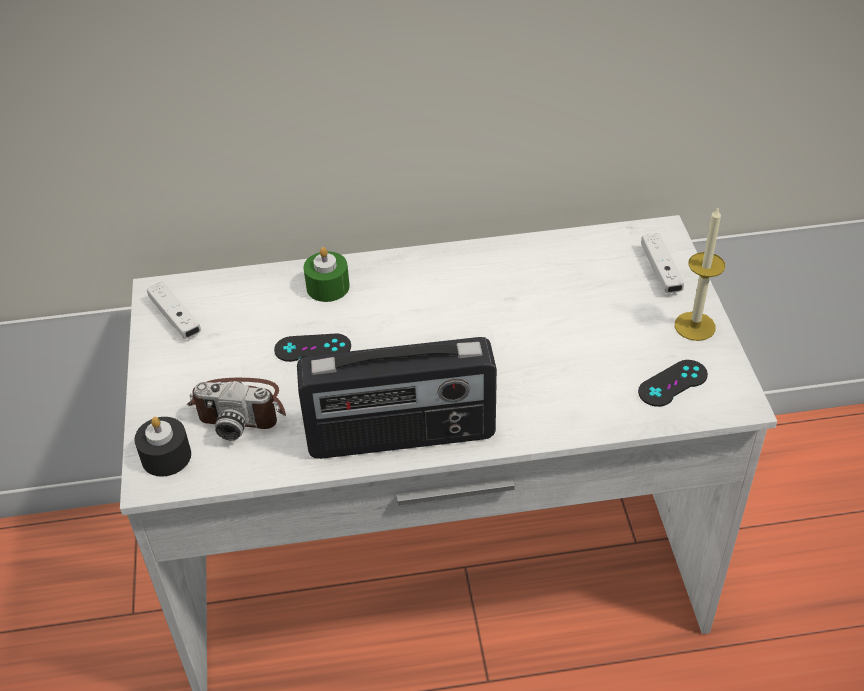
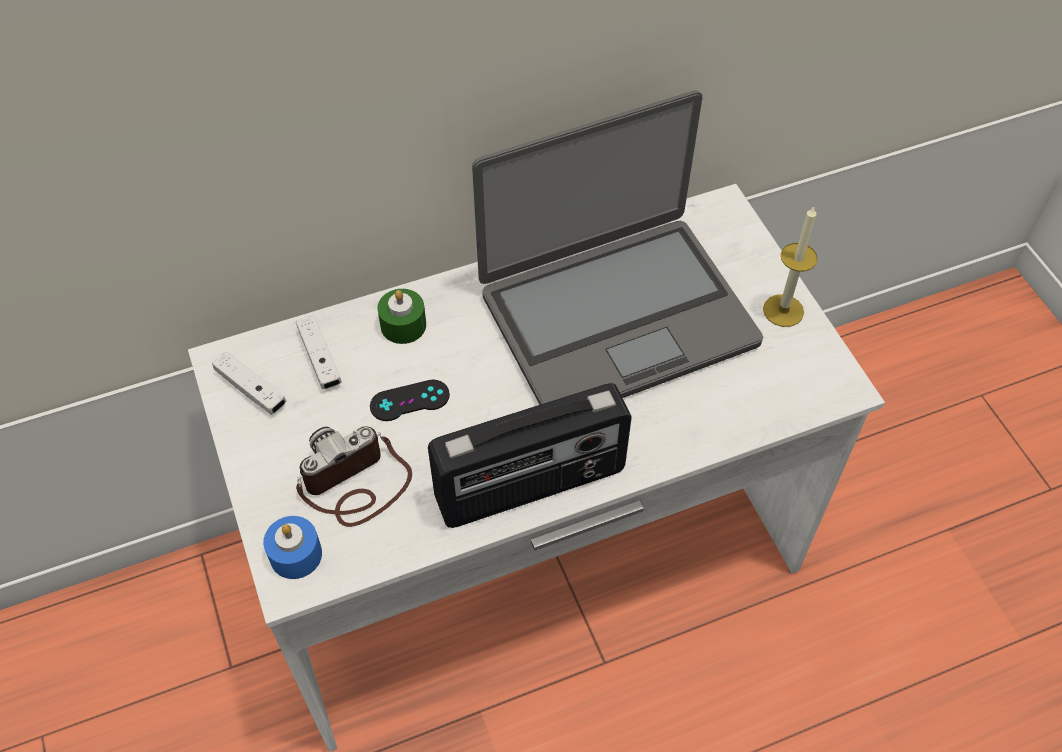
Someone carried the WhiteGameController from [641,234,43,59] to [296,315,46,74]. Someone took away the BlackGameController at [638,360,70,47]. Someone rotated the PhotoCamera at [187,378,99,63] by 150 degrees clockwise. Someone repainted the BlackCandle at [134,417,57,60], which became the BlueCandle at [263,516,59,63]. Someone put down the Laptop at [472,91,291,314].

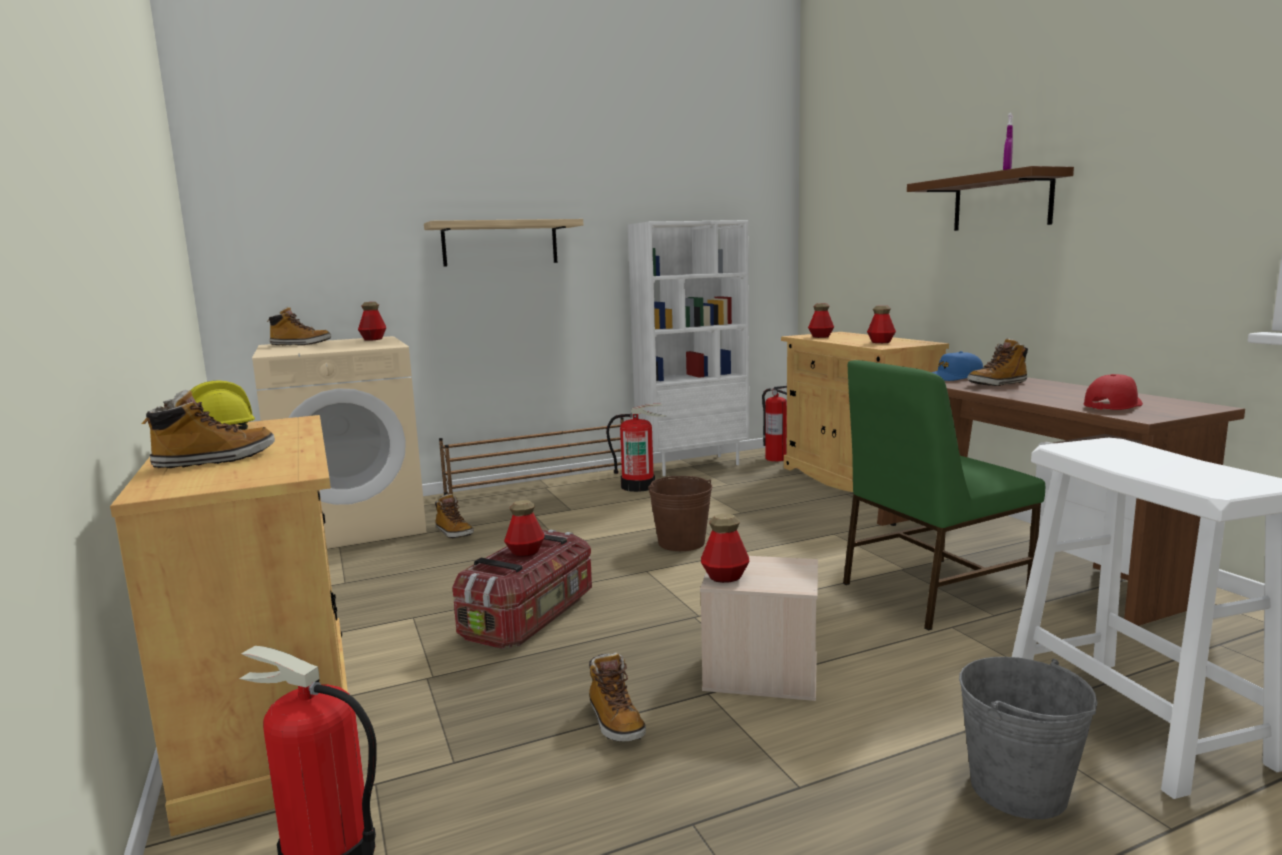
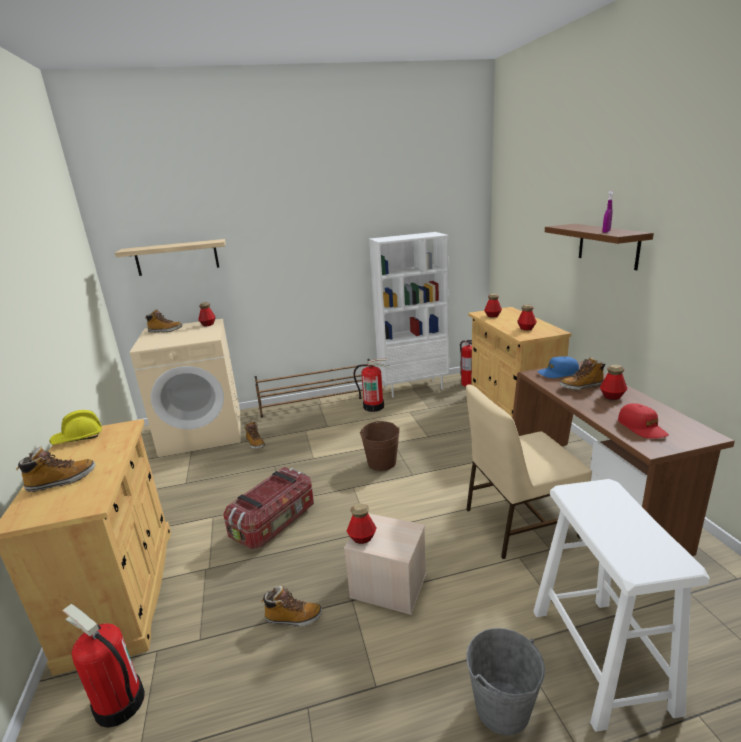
Someone carried the Shelf from [424,219,159,48] to [115,239,111,37]. Someone repainted the GreenChair at [843,360,202,271], which became the BeigeChair at [466,384,126,175]. Someone rotated the RedCap at [1084,374,59,36] by 105 degrees clockwise. Someone carried the Bottle from [504,500,41,57] to [600,365,27,35]. Someone rotated the Boot at [589,652,57,90] by 75 degrees counterclockwise.

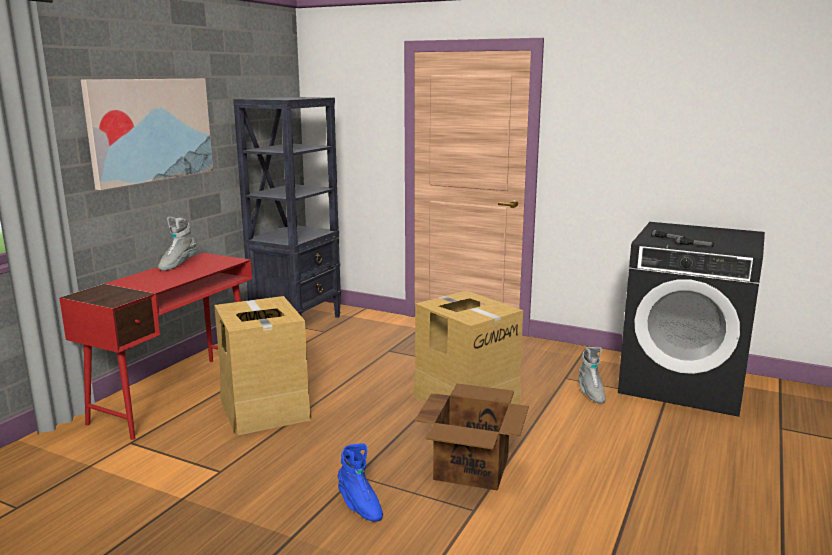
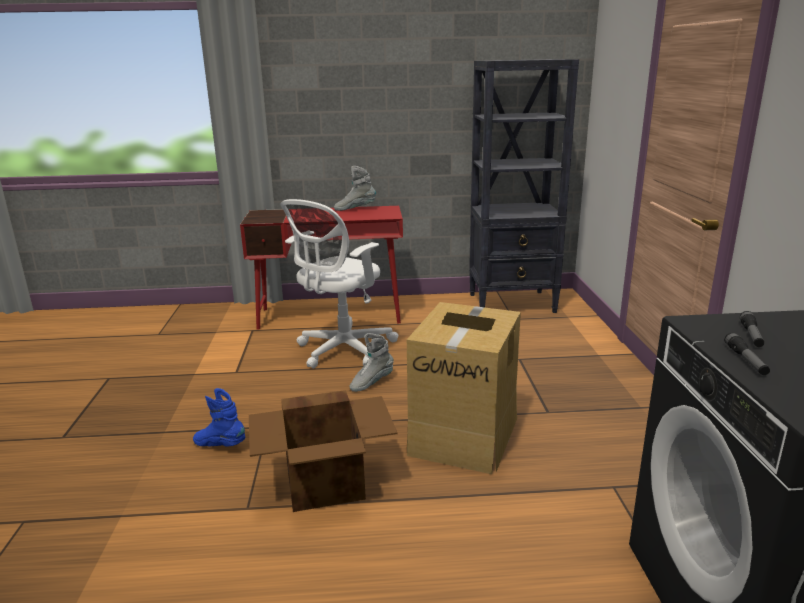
Someone took away the Picture at [81,79,132,111]. Someone swapped the CardboardBox at [214,296,97,139] for the WhiteOfficeChair at [280,199,118,170]. Someone carried the GreyBoot from [578,347,28,57] to [349,333,45,59]. Someone rotated the BlueBoot at [337,443,46,78] by 90 degrees clockwise.

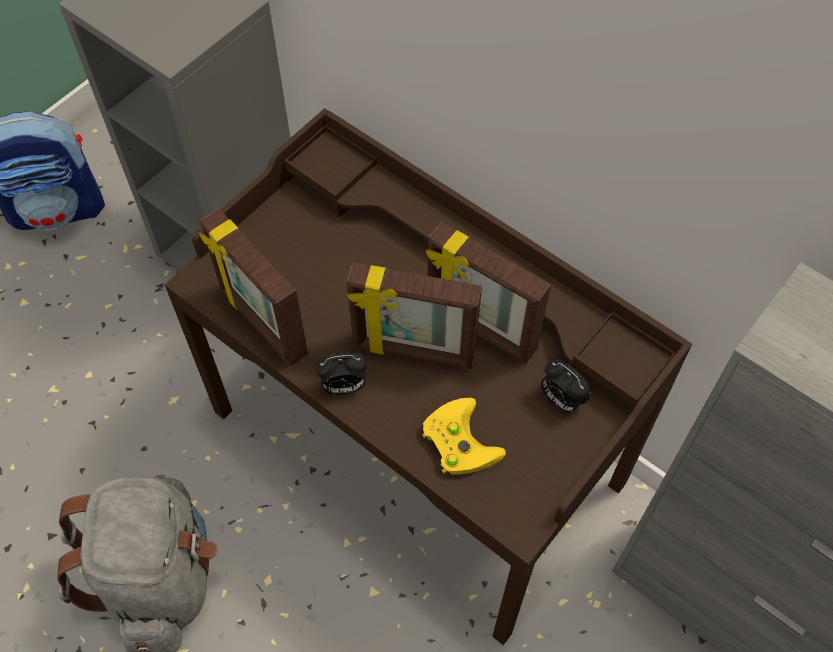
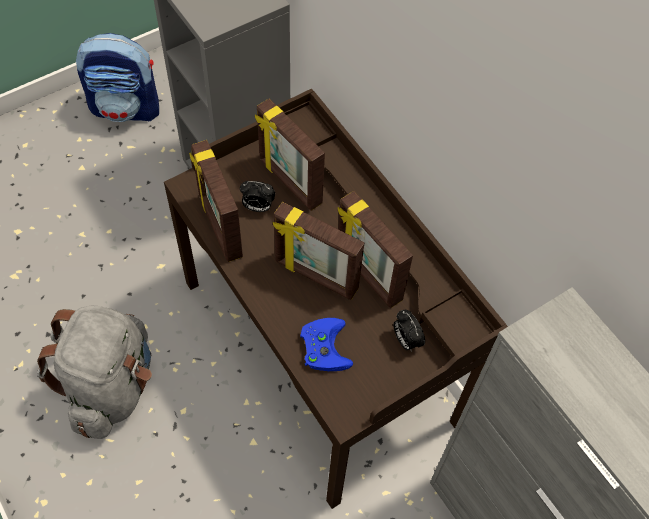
Someone carried the AlarmClock from [315,352,51,43] to [240,181,35,31]. Someone repainted the YellowGameController at [422,398,84,77], which became the BlueGameController at [300,318,53,53]. Someone put down the PictureFrame at [255,99,70,112].

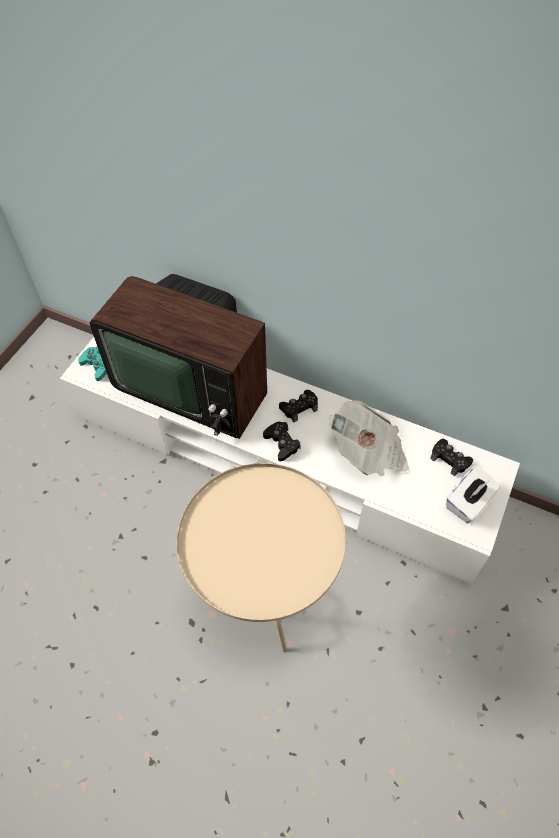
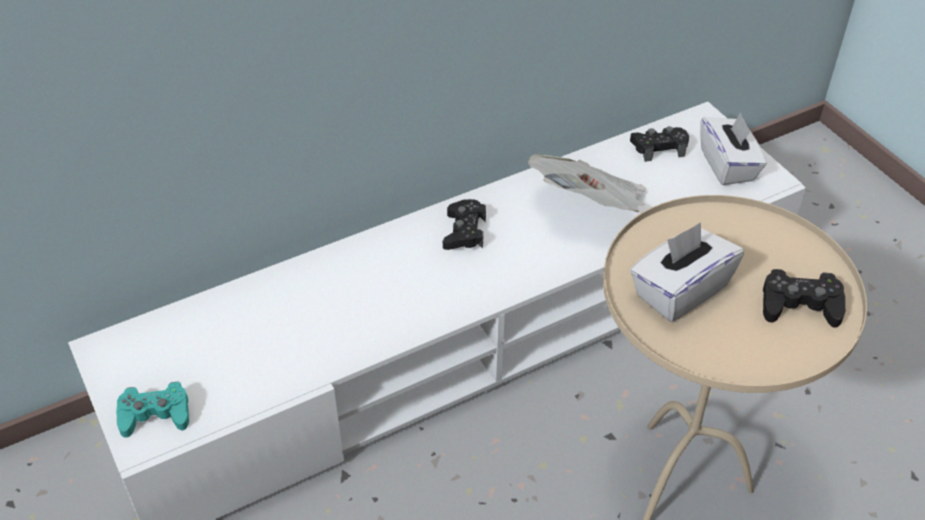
Someone took away the Television at [90,274,177,165]. Someone carried the BlackGameController from [263,422,38,39] to [763,269,82,59]. Someone put down the WhiteTissueBox at [630,222,114,100].

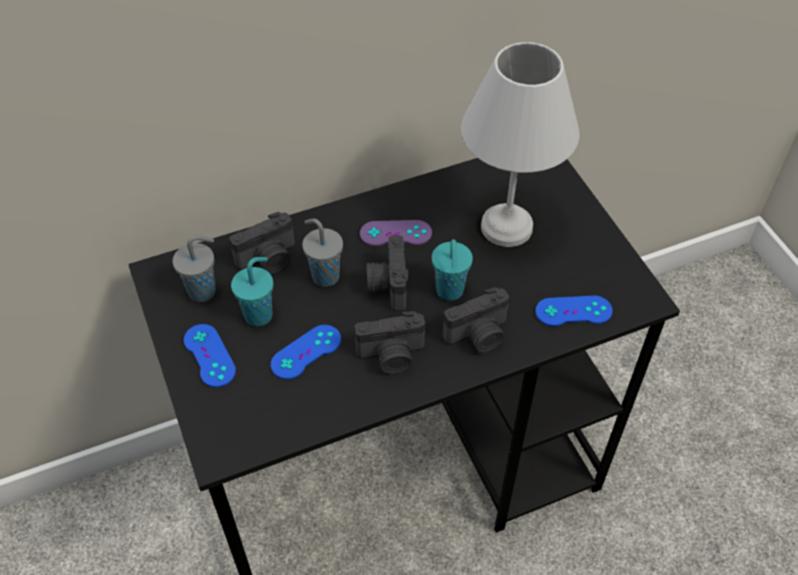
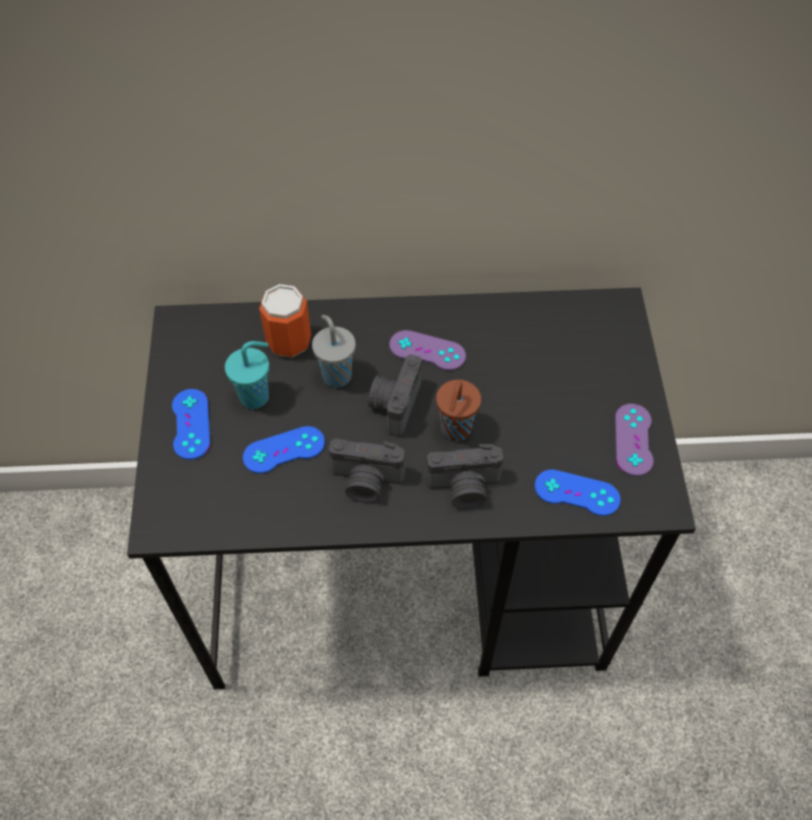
Someone took away the WhiteTableLamp at [461,42,119,205]. Someone swapped the PhotoCamera at [229,212,66,63] for the Can at [259,284,52,74]. Someone took away the GreyCup at [173,235,43,67]. Someone repainted the TurquoiseCup at [432,239,41,62], which became the BrownCup at [436,380,45,61]. Someone put down the PurpleGameController at [615,404,39,72].

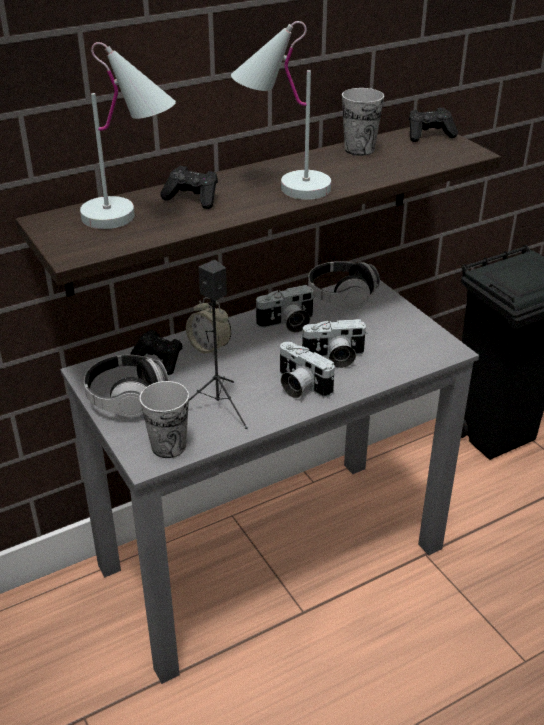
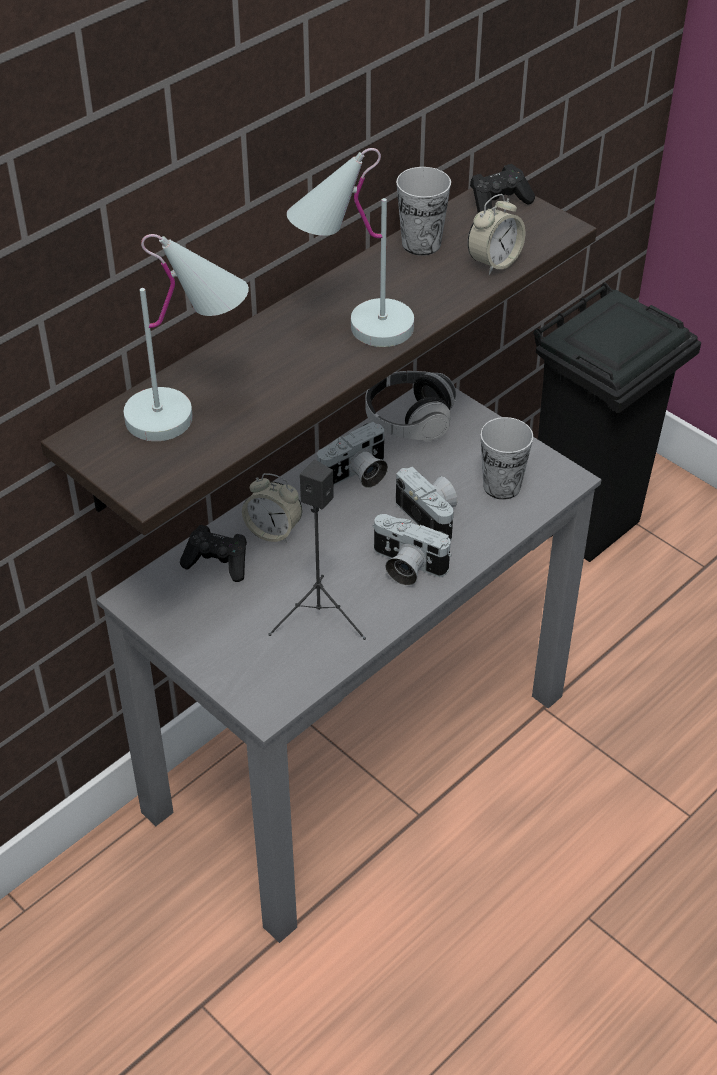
Someone took away the BlackGameController at [160,166,58,43]. Someone rotated the PhotoCamera at [300,319,67,49] by 105 degrees counterclockwise. Someone took away the Headphones at [84,355,85,63]. Someone carried the Cup from [139,381,50,77] to [480,417,53,83]. Someone put down the AlarmClock at [467,194,58,81].

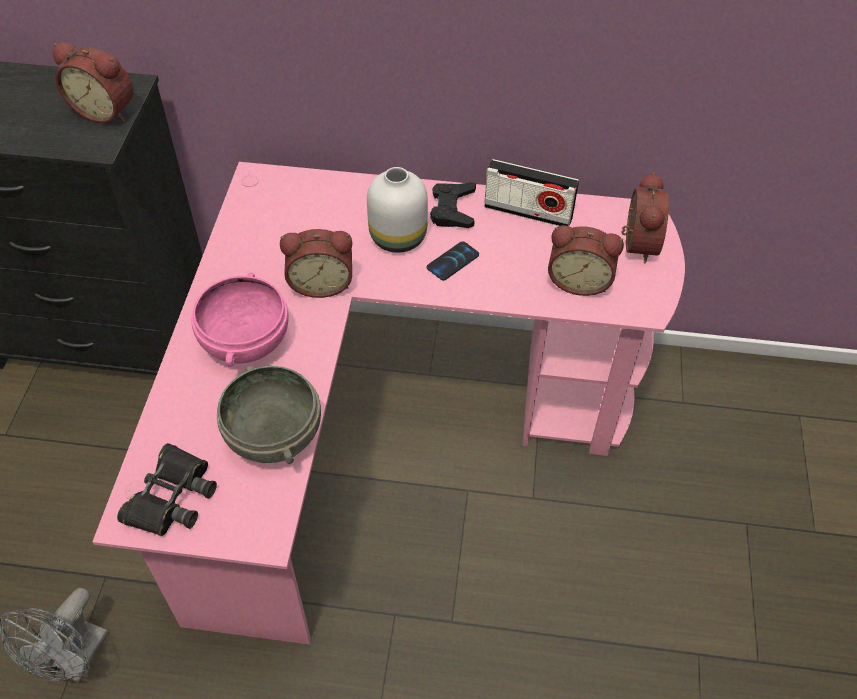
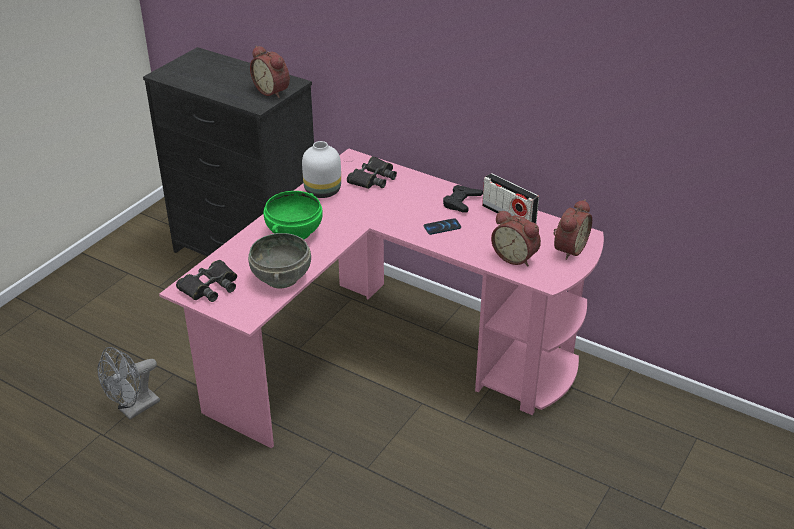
Someone carried the WhiteVase from [367,167,61,86] to [302,141,39,57]. Someone took away the AlarmClock at [280,229,72,69]. Someone repainted the PinkBowl at [191,272,98,95], which became the GreenBowl at [263,191,60,49]. Someone put down the BlackBinoculars at [347,156,50,33].

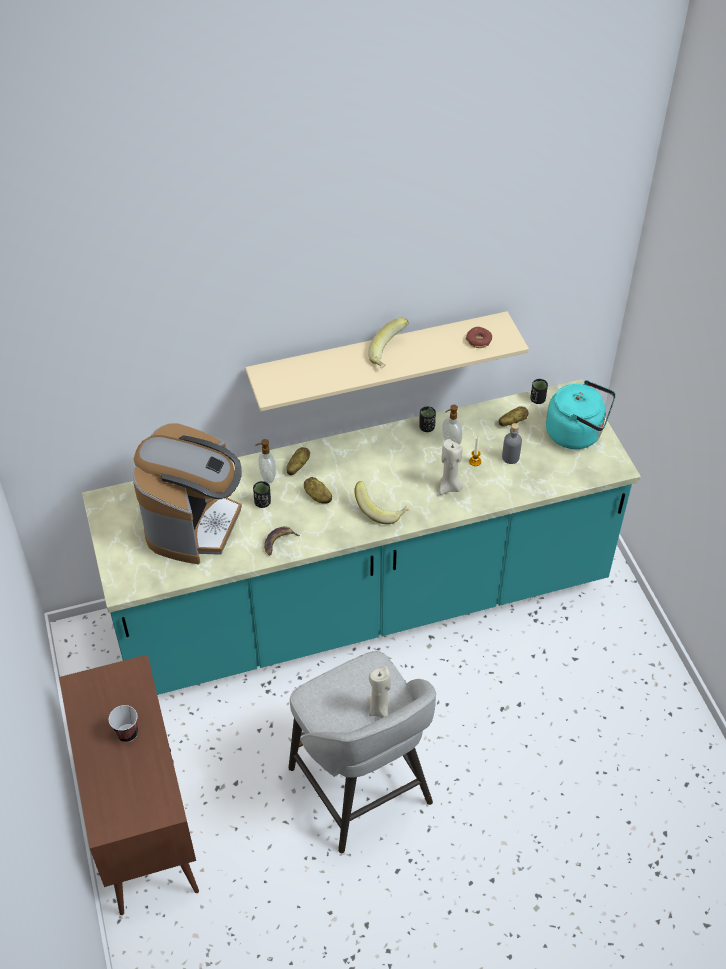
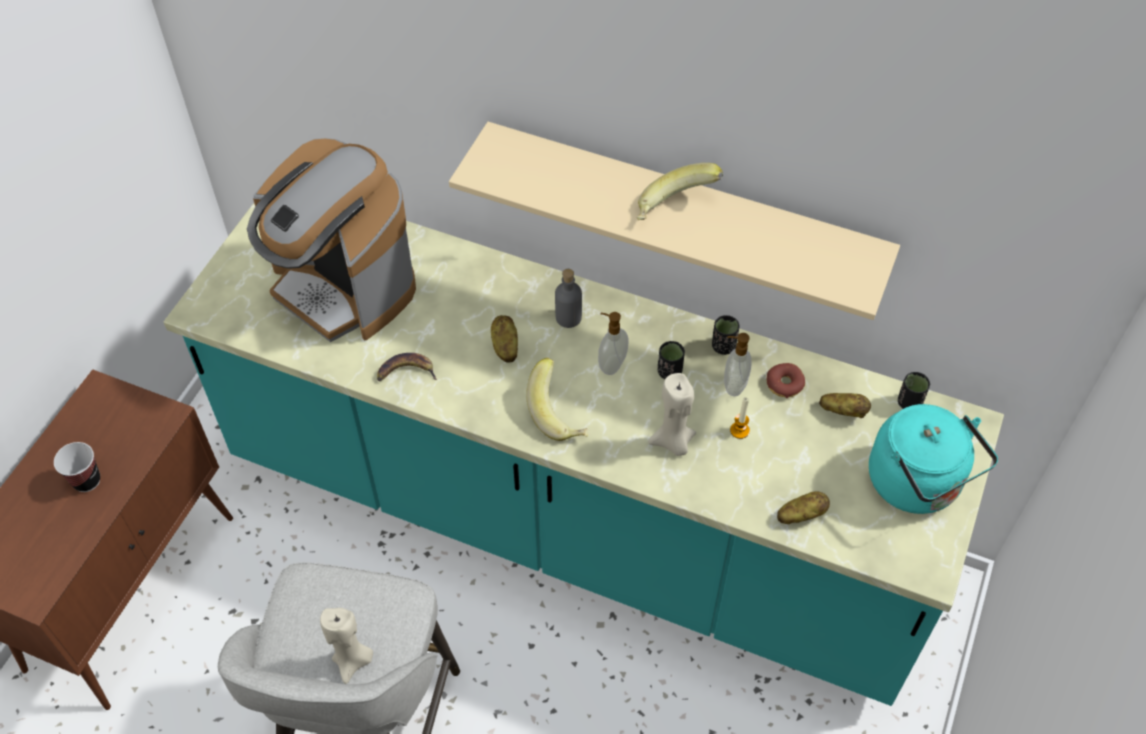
Someone carried the Donut from [466,327,26,21] to [767,363,38,35]. Someone rotated the CoffeeMachine at [132,423,110,141] by 75 degrees clockwise. Someone carried the GreyBottle from [502,423,20,41] to [555,269,27,59]. Someone carried the SoapDispenser from [255,439,21,44] to [598,312,30,63]. Someone carried the Potato from [286,447,24,28] to [777,491,53,33]. Someone carried the BlackCup from [253,481,18,27] to [658,341,27,38].

